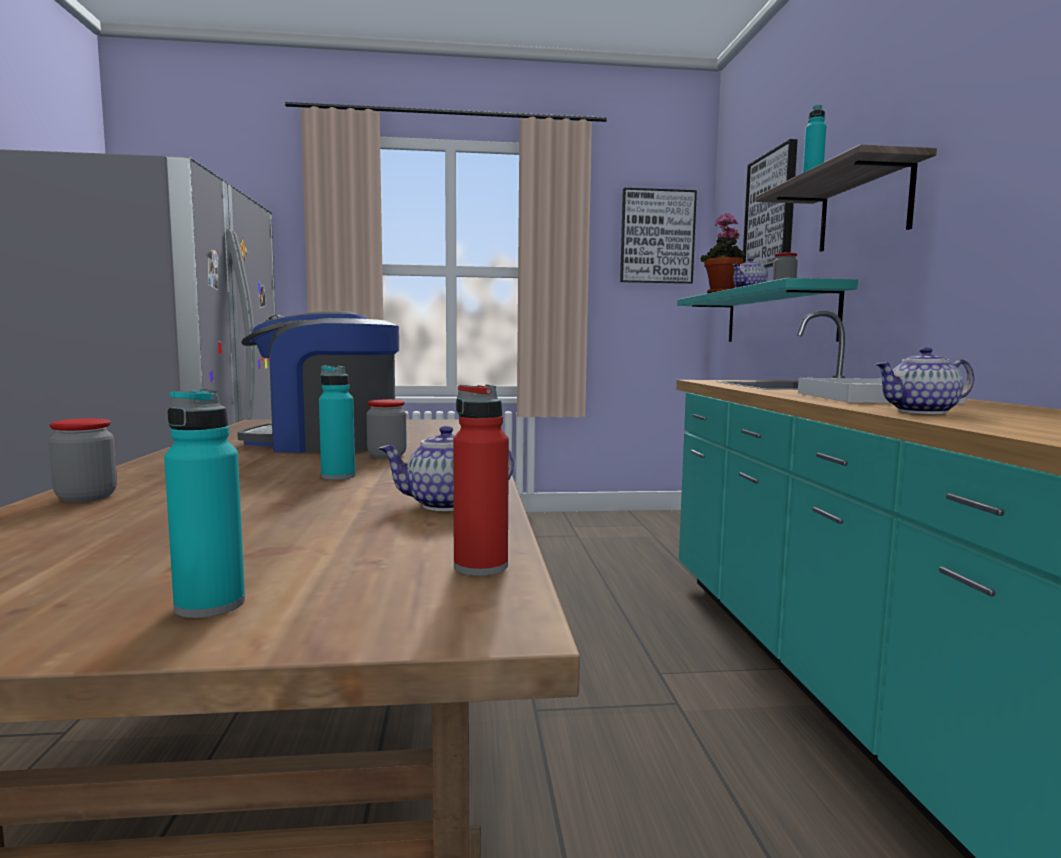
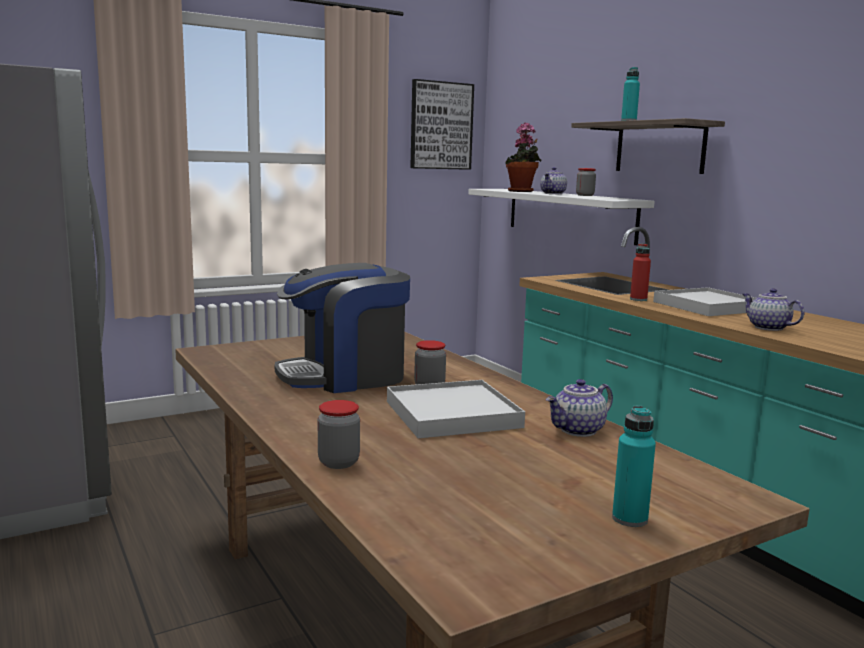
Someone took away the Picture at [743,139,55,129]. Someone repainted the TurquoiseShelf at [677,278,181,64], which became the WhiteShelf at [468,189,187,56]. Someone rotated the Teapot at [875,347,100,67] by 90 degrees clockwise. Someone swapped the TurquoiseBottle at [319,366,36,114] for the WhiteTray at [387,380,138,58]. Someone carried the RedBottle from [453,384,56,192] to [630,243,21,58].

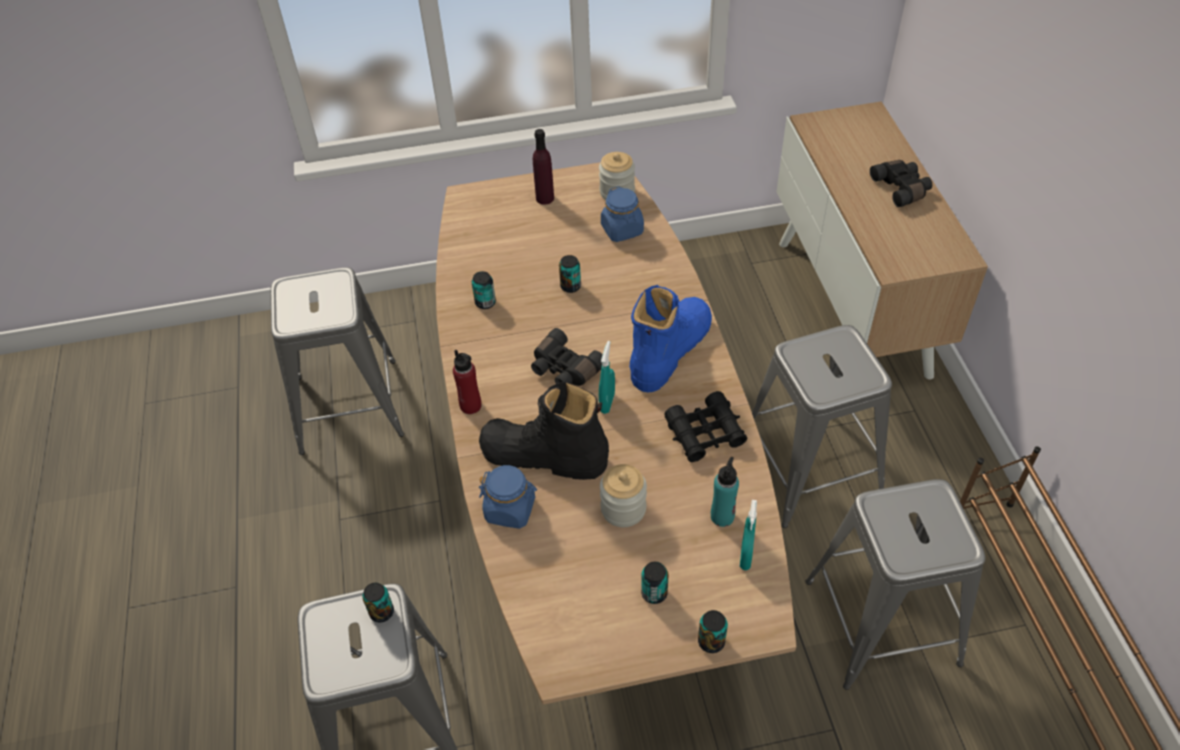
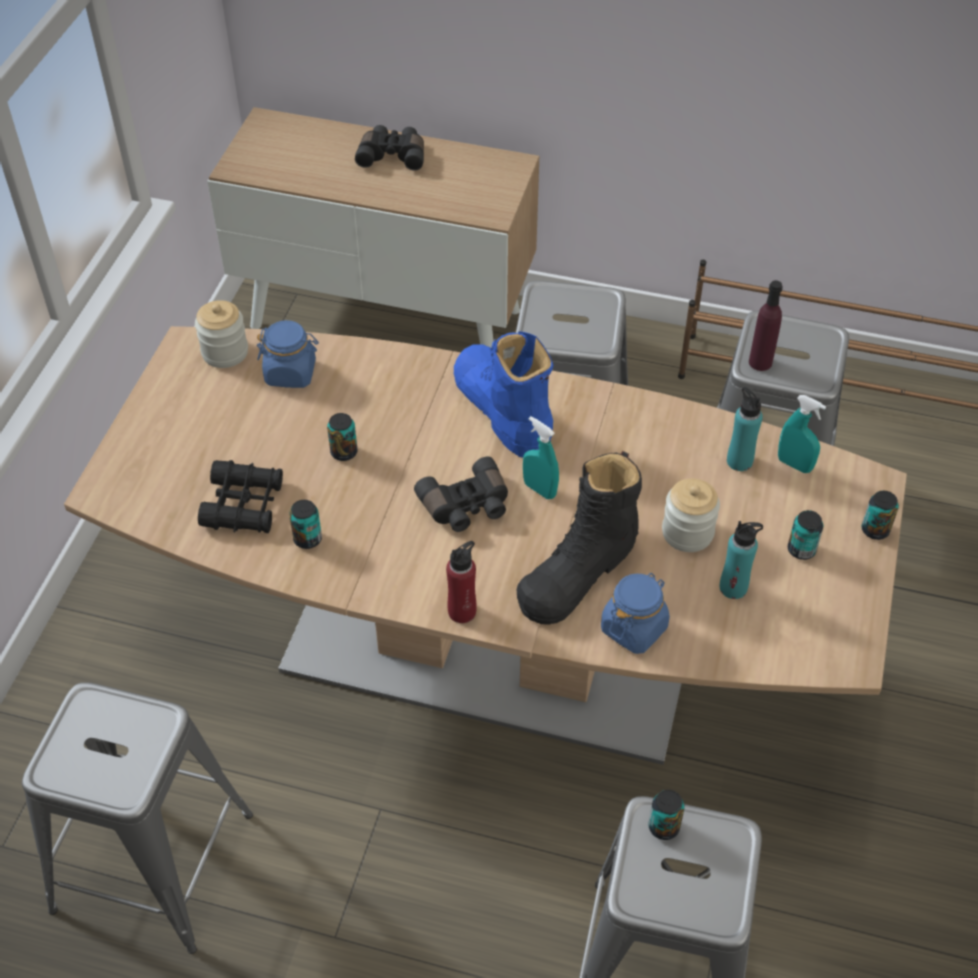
Someone carried the PurpleBottle from [533,129,21,76] to [749,280,34,91]. Someone carried the BlackBinoculars from [664,391,83,71] to [198,460,85,73]. Someone put down the TurquoiseBottle at [720,521,43,78].

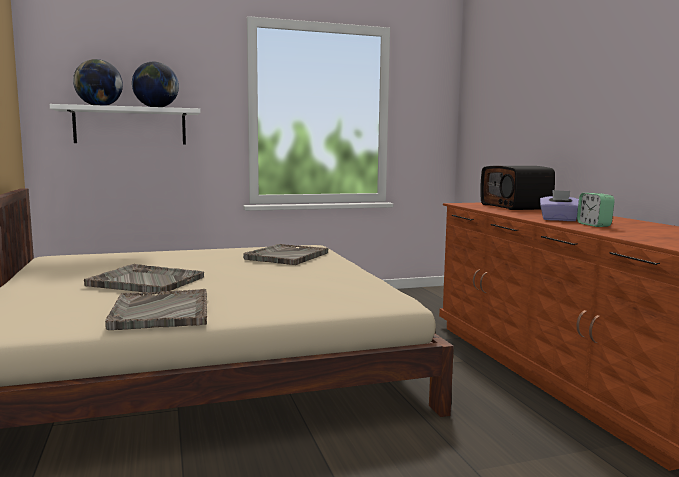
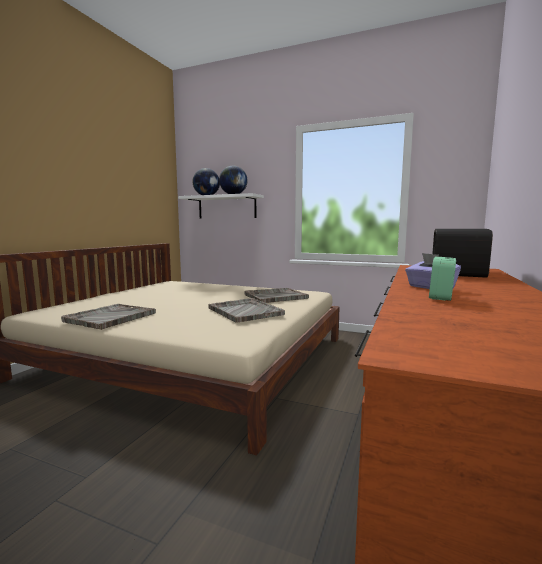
Someone carried the GreyTray from [84,264,120,29] to [208,298,77,25].

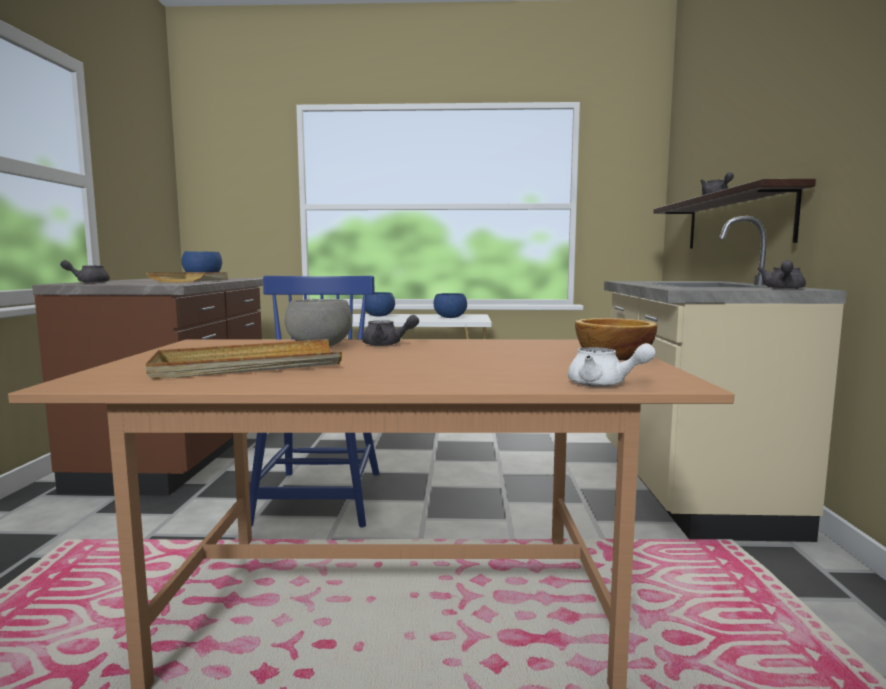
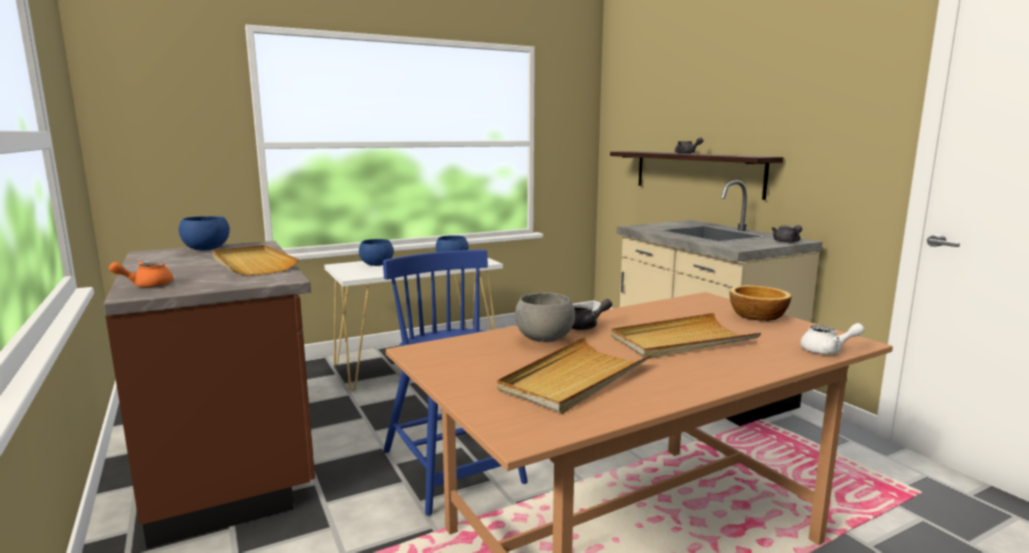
Someone repainted the GreyTeapot at [60,260,50,23], which became the OrangeTeapot at [109,261,64,27]. Someone put down the BeigeTray at [611,313,150,46].

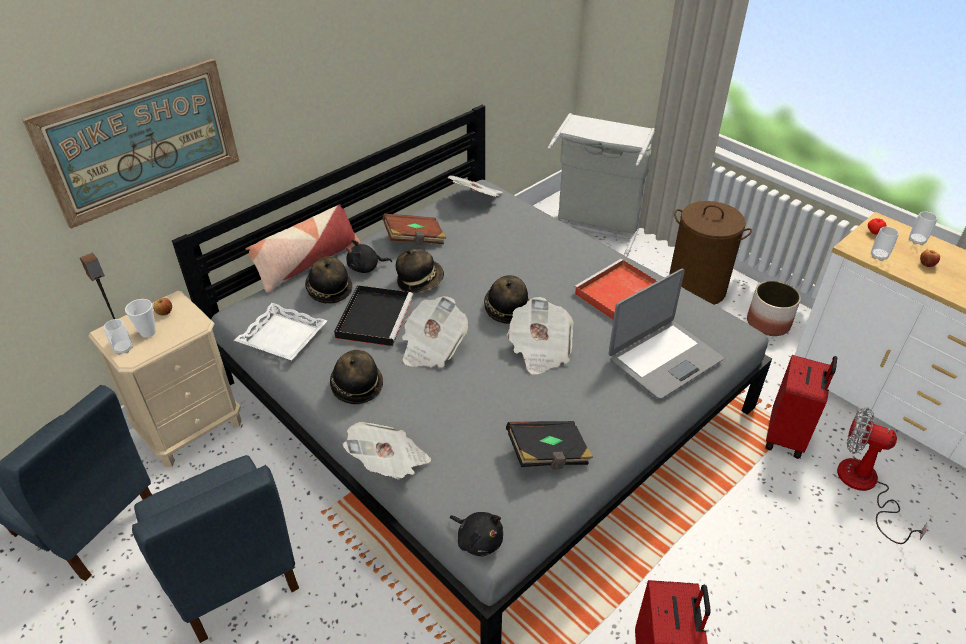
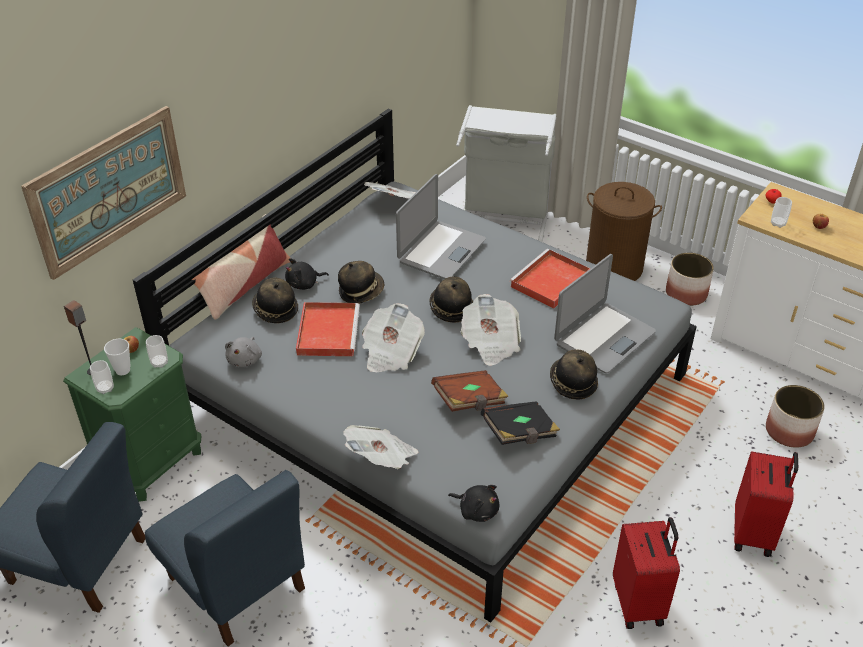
Someone carried the Cup from [909,212,29,33] to [146,335,22,33]. Someone carried the BrownBook from [383,214,63,31] to [431,370,77,42]. Someone repainted the BlackTray at [334,285,79,62], which became the RedTray at [296,302,64,54]. Someone repainted the BeigeNightstand at [88,290,154,177], which became the GreenNightstand at [63,327,138,175]. Someone swapped the WhiteTray at [234,303,93,57] for the GreyPlushToy at [225,337,37,30]. Someone carried the Hat from [330,350,53,54] to [550,350,48,49]. Someone carried the RedSuitcase from [765,355,72,104] to [734,451,64,106]. Someone swapped the Fan at [837,407,90,137] for the Planter at [766,385,59,63]. Someone put down the Laptop at [396,174,90,105].

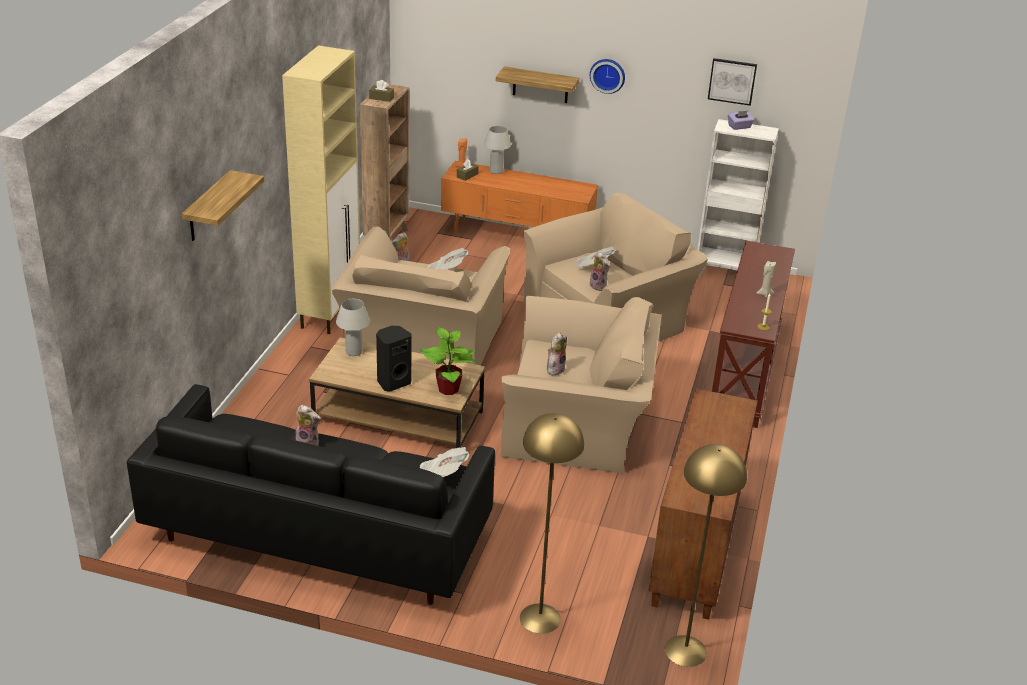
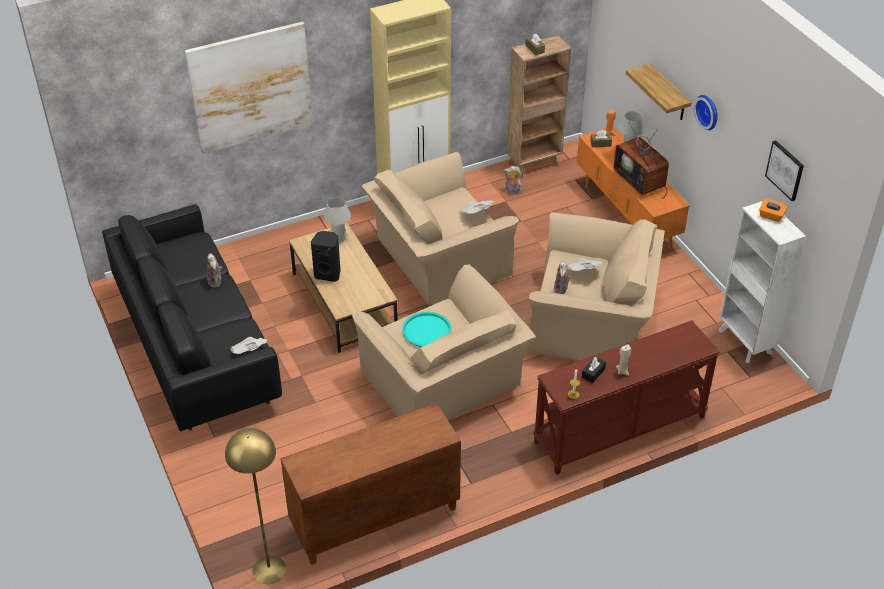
Someone repainted the PurpleTissueBox at [728,111,26,19], which became the OrangeTissueBox at [759,199,28,23]. Someone swapped the Shelf at [182,170,82,71] for the Picture at [185,22,128,132]. Someone took away the PottedPlant at [420,327,56,68]. Someone swapped the PlushToy at [547,333,20,43] for the TurquoiseTray at [402,312,50,35]. Someone took away the YellowFloorLamp at [520,413,64,221]. Someone put down the Television at [614,121,55,78]. Someone put down the BlackTissueBox at [582,356,24,27].

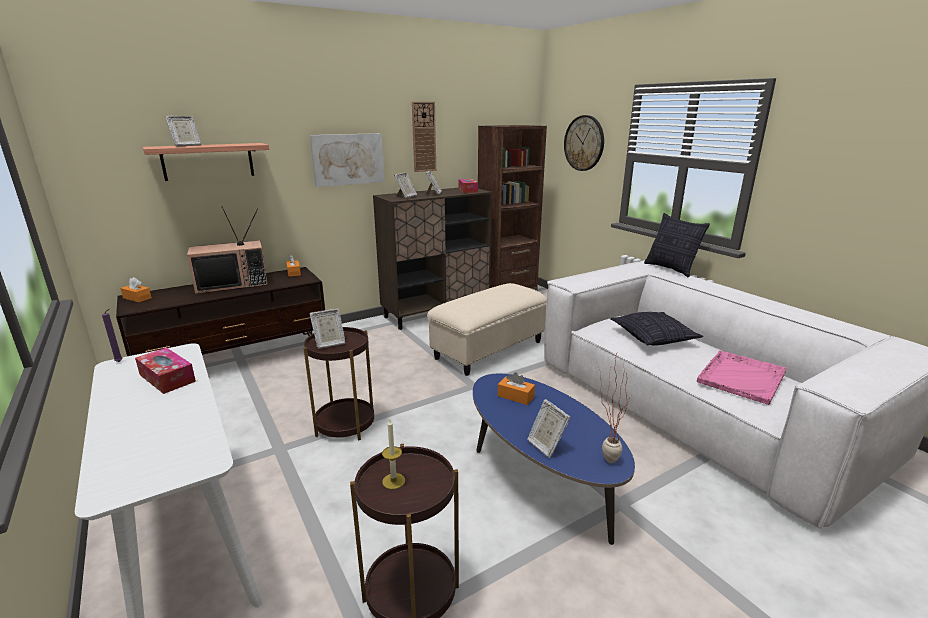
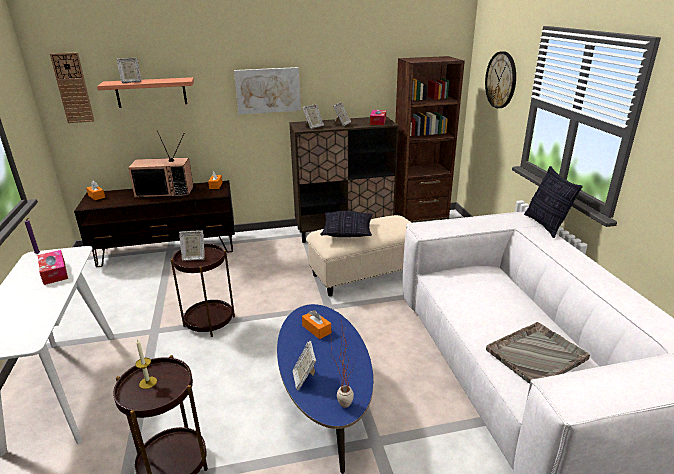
Someone carried the WallClock from [412,102,24,70] to [50,52,44,71]. Someone carried the Pillow from [611,312,92,33] to [320,211,53,26]. Someone repainted the PinkTray at [697,350,89,55], which became the GreyTray at [486,322,104,62].

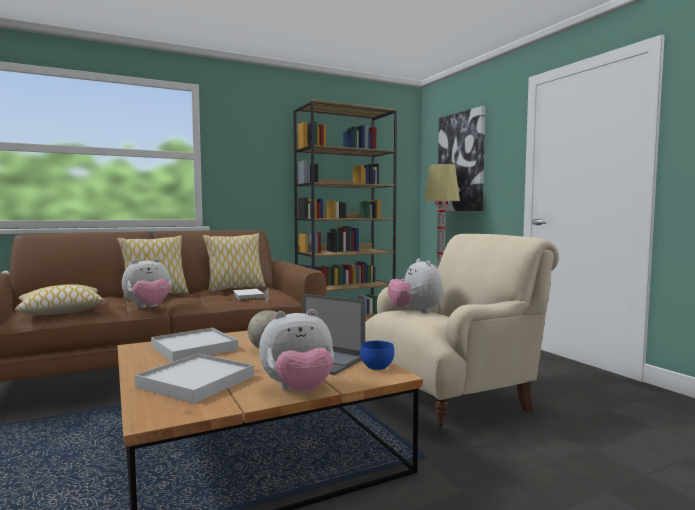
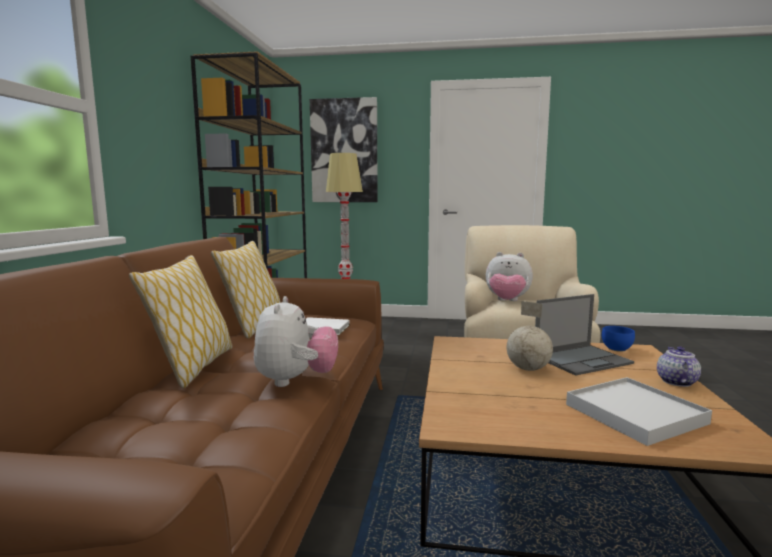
Someone took away the Pillow at [15,284,89,31]. Someone swapped the PlushToy at [259,309,75,84] for the Teapot at [657,346,44,41]. Someone took away the WhiteTray at [151,328,87,34].

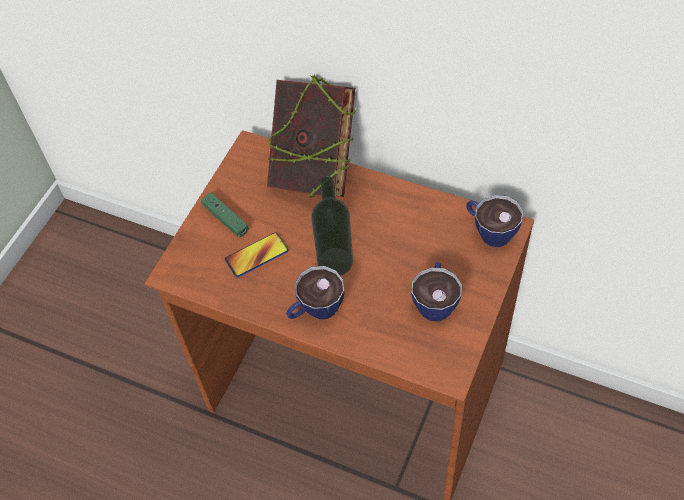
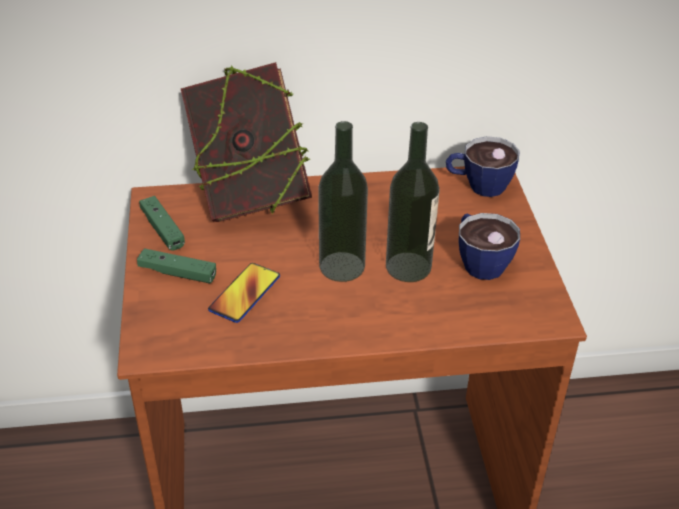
Someone took away the Cup at [286,266,58,53]. Someone put down the Bottle at [386,122,54,160]. Someone put down the GreenGameController at [139,196,46,55].

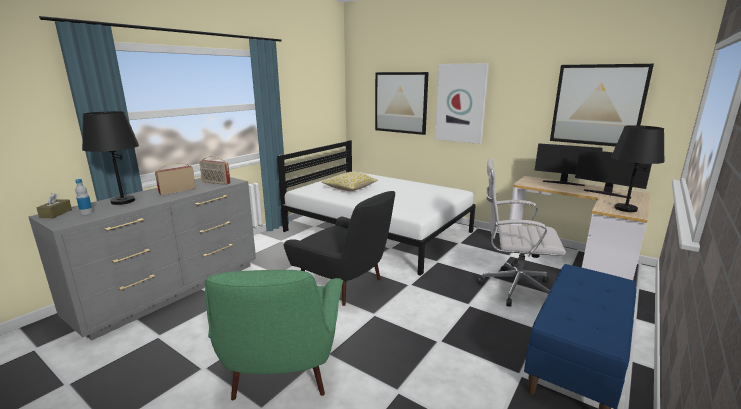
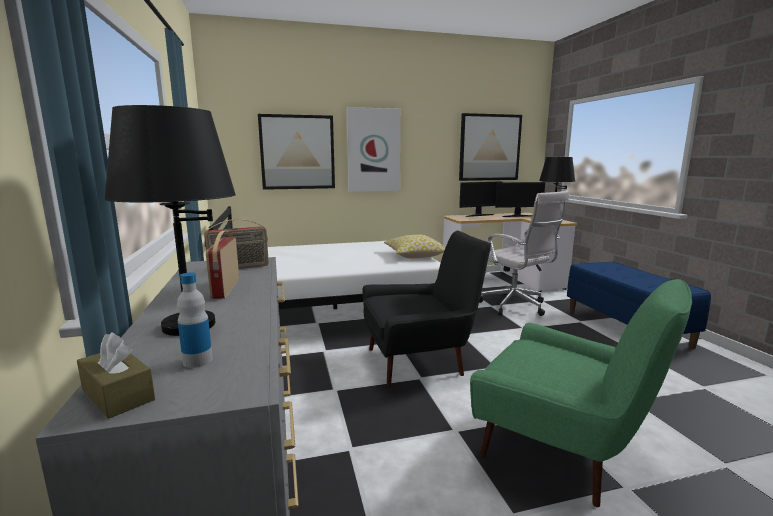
Someone rotated the WhiteOfficeChair at [477,158,89,149] by 90 degrees counterclockwise. Someone carried the Pillow from [321,172,57,19] to [384,235,62,23].

